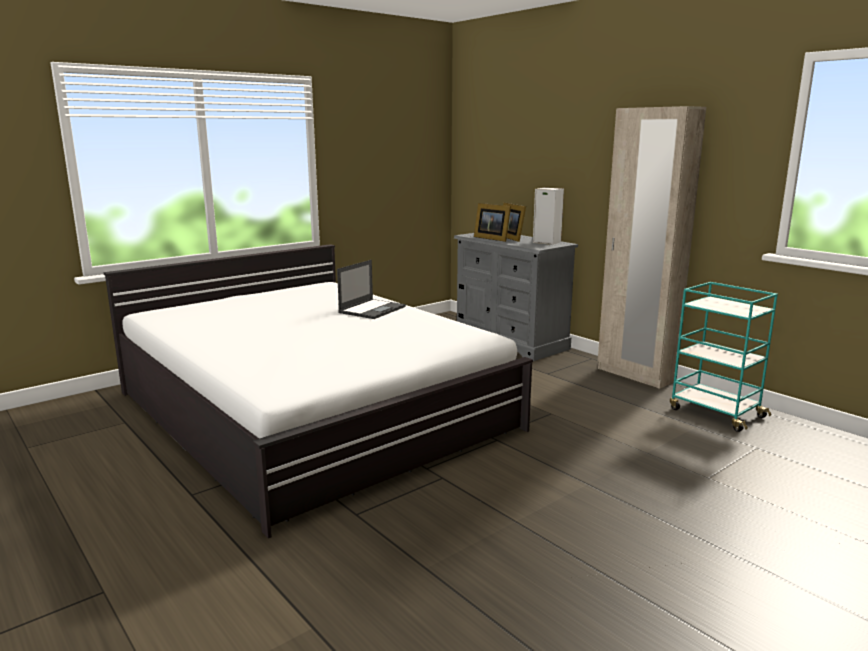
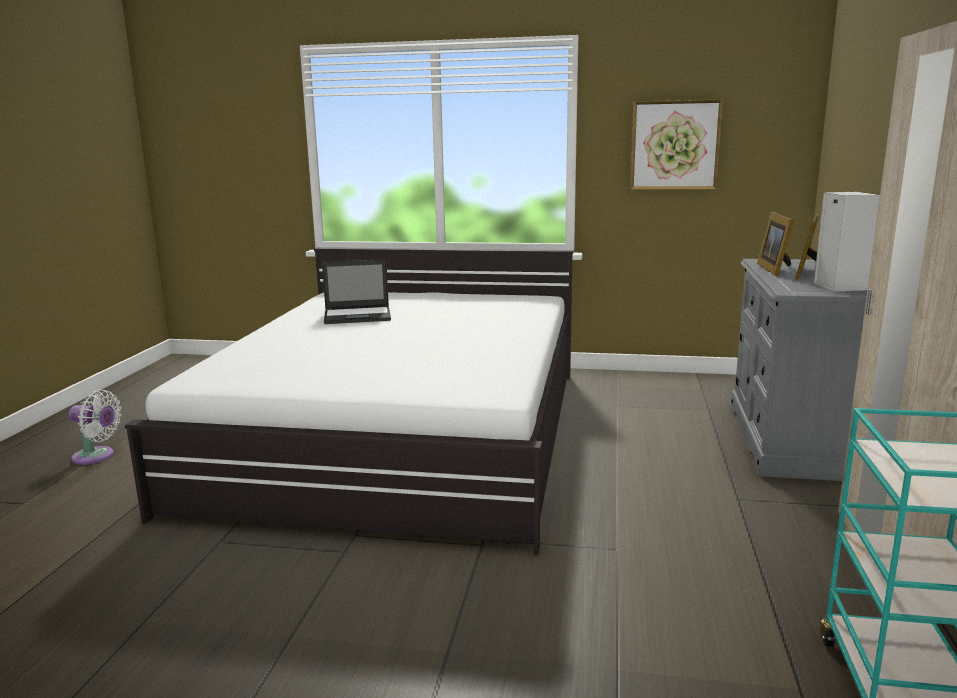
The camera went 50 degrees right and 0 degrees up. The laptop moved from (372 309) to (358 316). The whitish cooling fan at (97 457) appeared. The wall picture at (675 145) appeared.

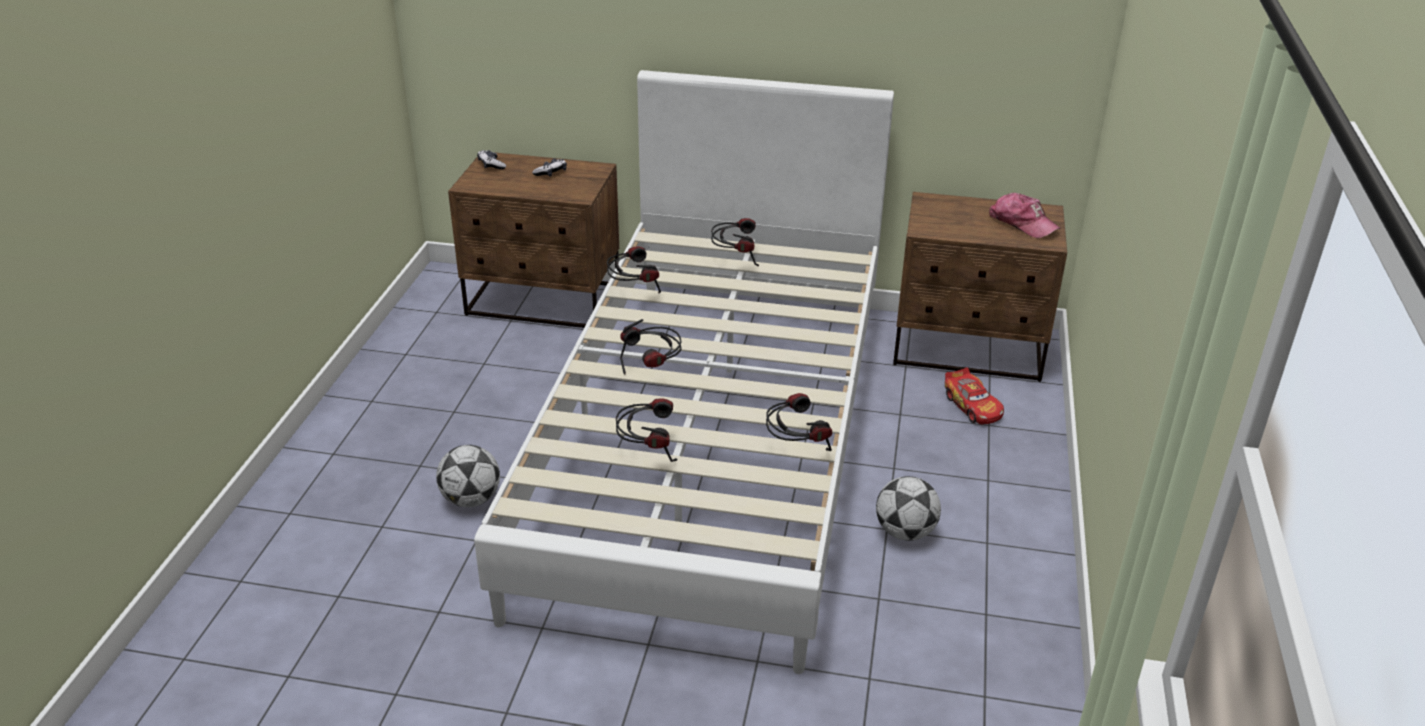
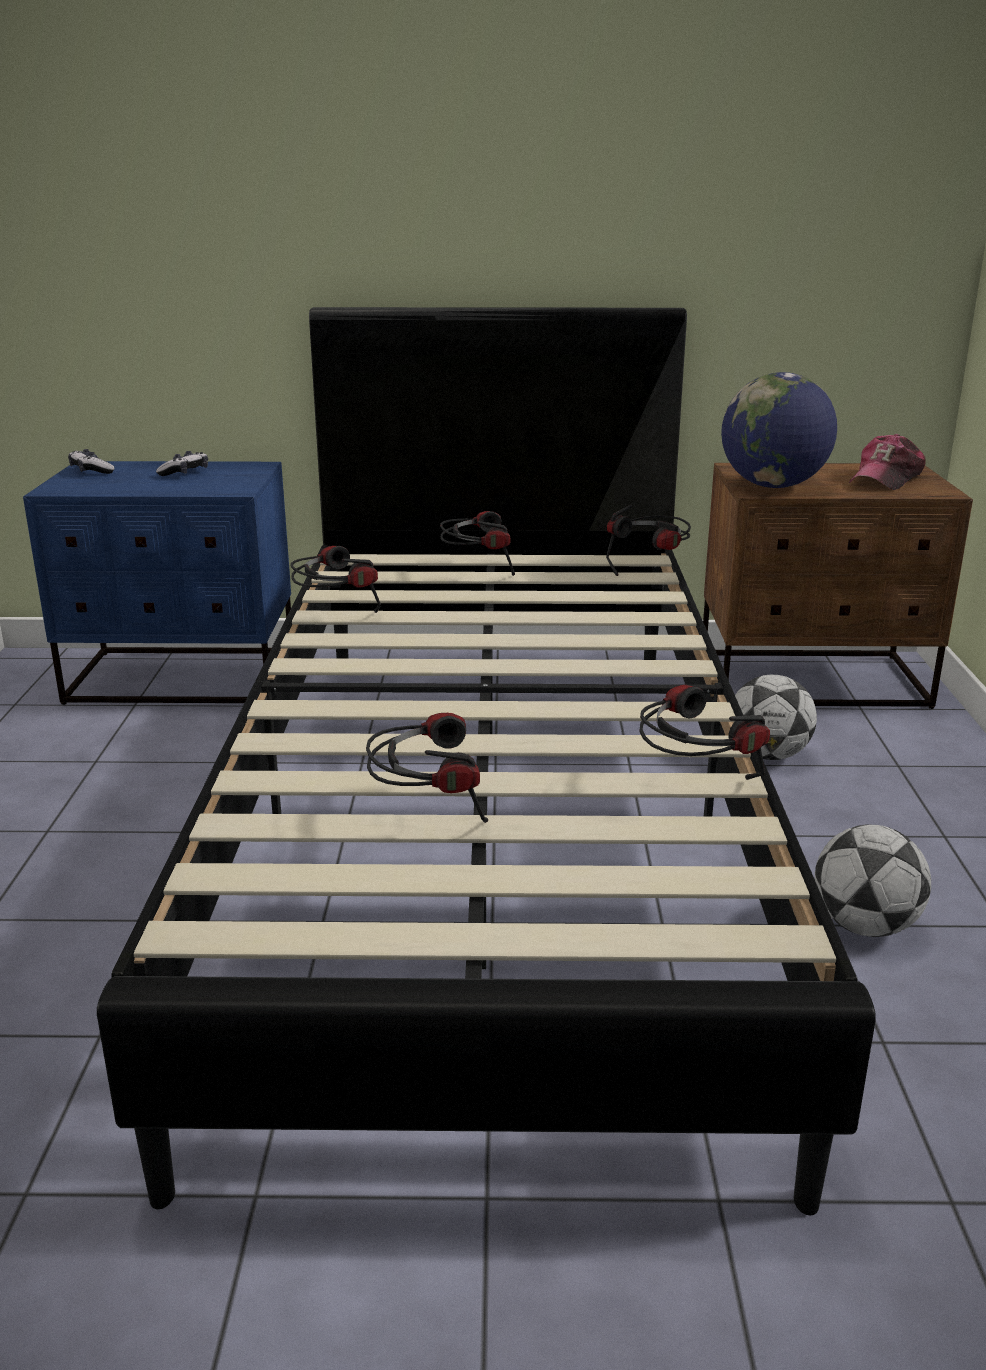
The camera went 10 degrees left and 10 degrees down. The ball for football moved from (471 499) to (768 755). The brown-coloured bedside table at (544 302) became the bluish bedside table at (184 679). The whitish bed at (711 443) became the black-coloured bed at (493 832). The headset moved from (653 372) to (651 572). The toy car at (972 406) disappeared. The peaked cap at (1022 223) turned 90 degrees clockwise. The world globe at (773 486) appeared.

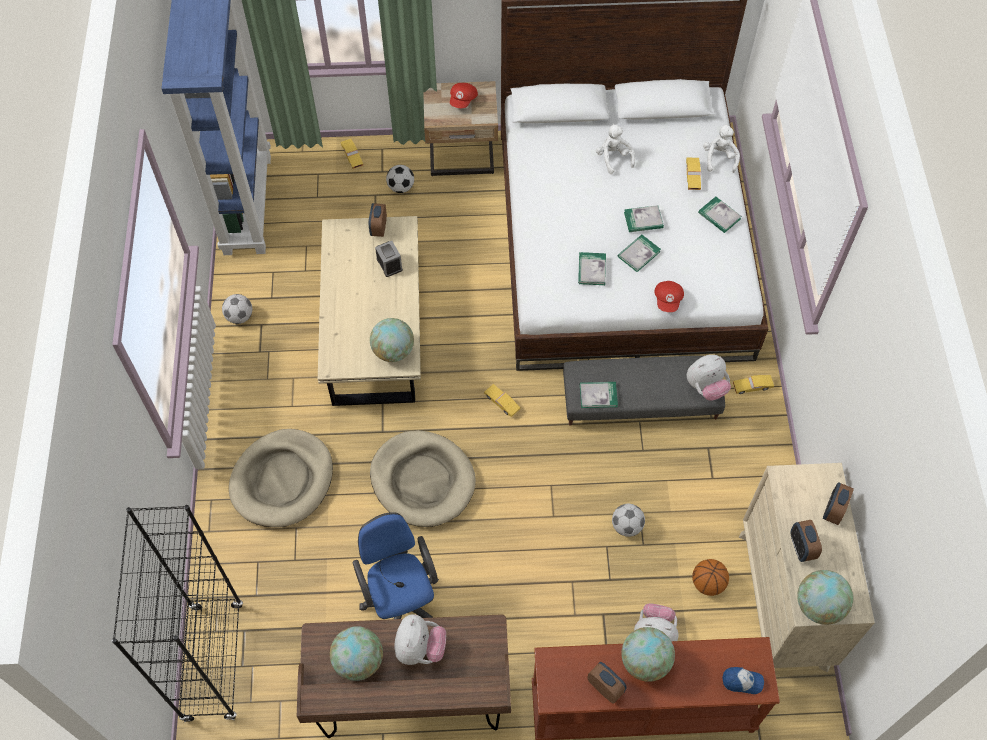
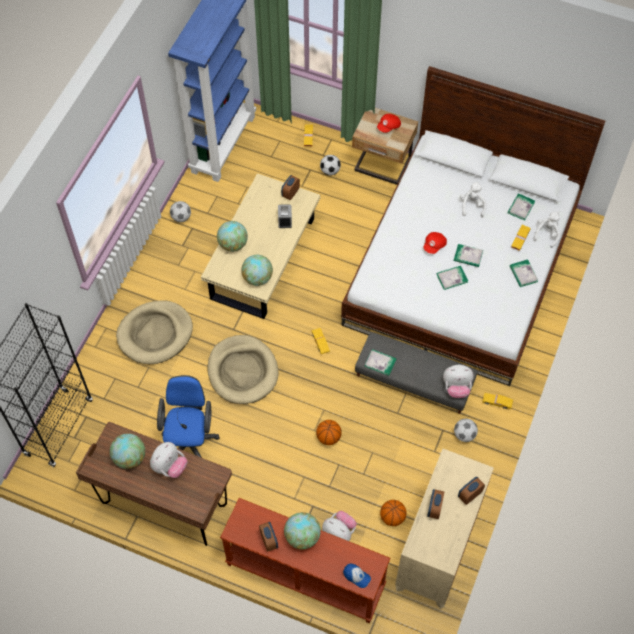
The camera went 25 degrees right and 0 degrees up. The bound book moved from (592 270) to (521 207). The ball for football moved from (626 526) to (464 435). The red peaked cap moved from (668 300) to (434 246). The world globe moved from (818 606) to (233 244). The ball for basketball at (328 437) appeared.

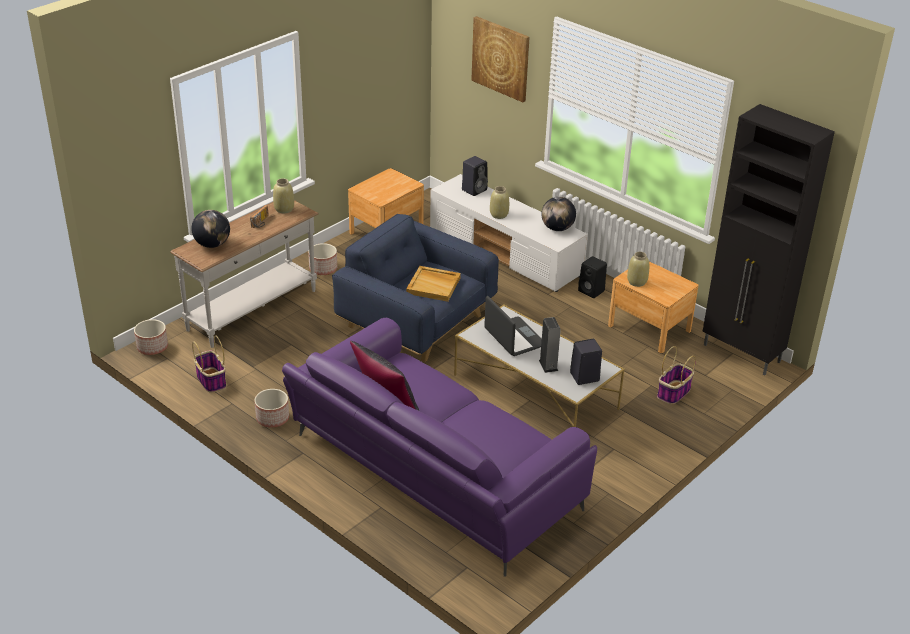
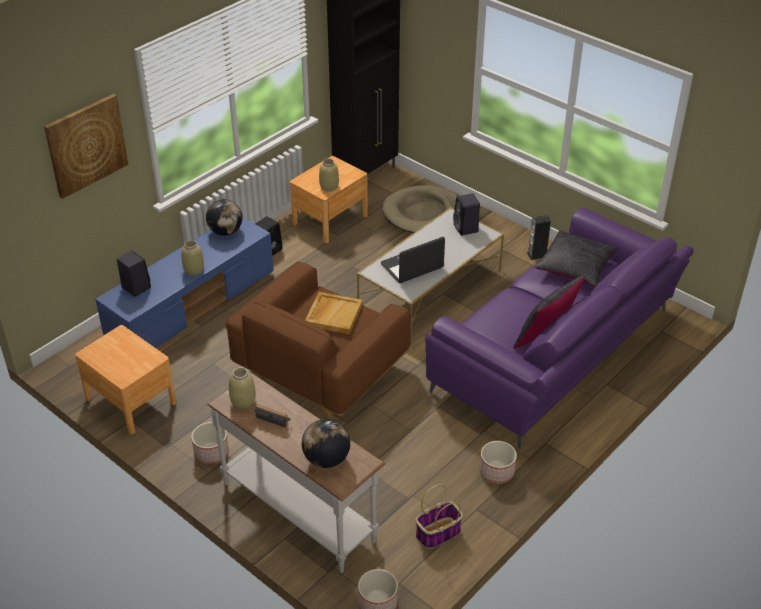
The camera went 90 degrees left and 5 degrees up. The bluish lounge chair at (415 321) became the brown-coloured lounge chair at (321 370). The whitish tv stand at (506 252) became the bluish tv stand at (192 305). The speaker moved from (548 365) to (537 255). The household basket at (673 393) was replaced by the beige-coloured dog cushion at (423 213). The black-coloured cushion at (575 267) appeared.

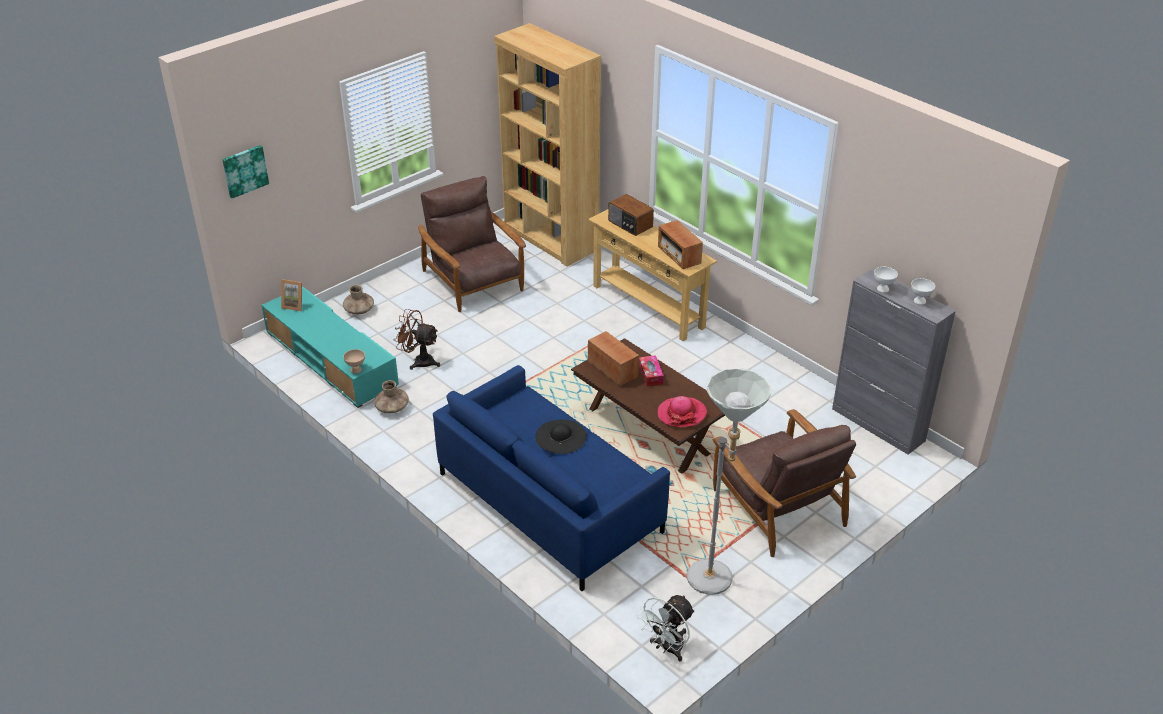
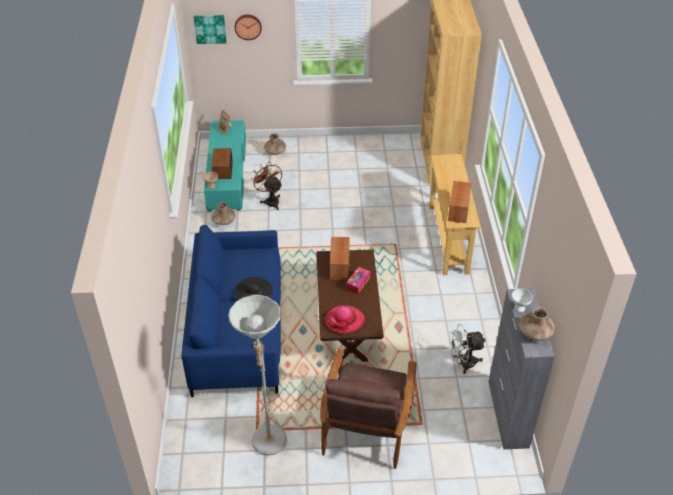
The camera went 40 degrees right and 5 degrees up. The brown-coloured lounge chair at (473 282) disappeared. The radio moved from (630 224) to (222 170). The whitish cooling fan moved from (667 649) to (463 363). The whitish deep dish at (919 301) was replaced by the brown-coloured vase at (535 332). The wall clock at (248 26) appeared.

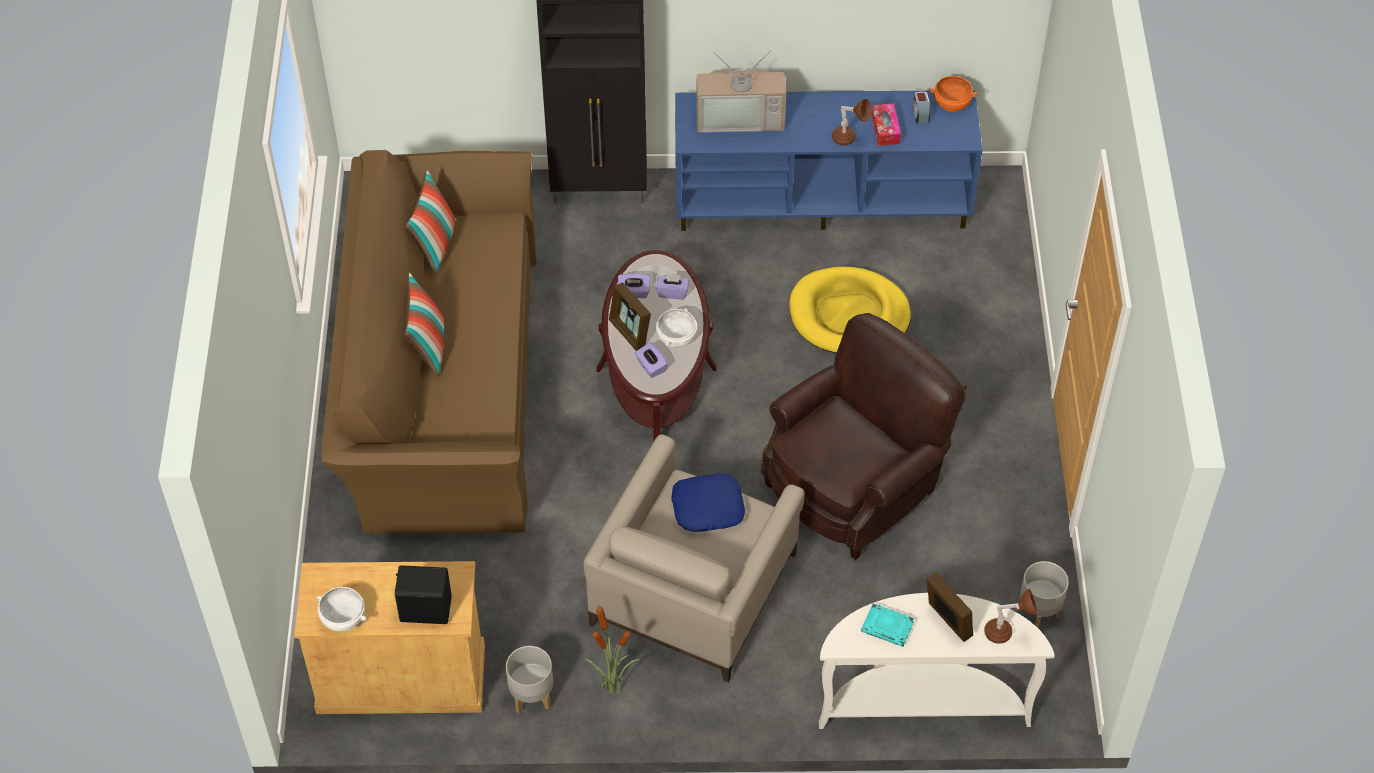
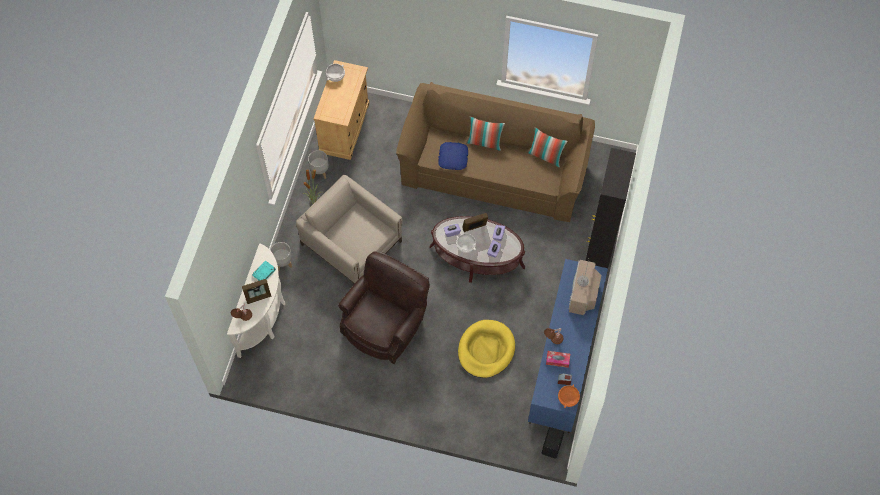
The camera went 105 degrees right and 10 degrees up. The black-coloured speaker moved from (425 608) to (552 446). The bluish cushion moved from (707 507) to (453 158). The brown-coloured lounge chair at (856 483) turned 120 degrees counterclockwise. The greyish plant pot moved from (1039 612) to (283 263).

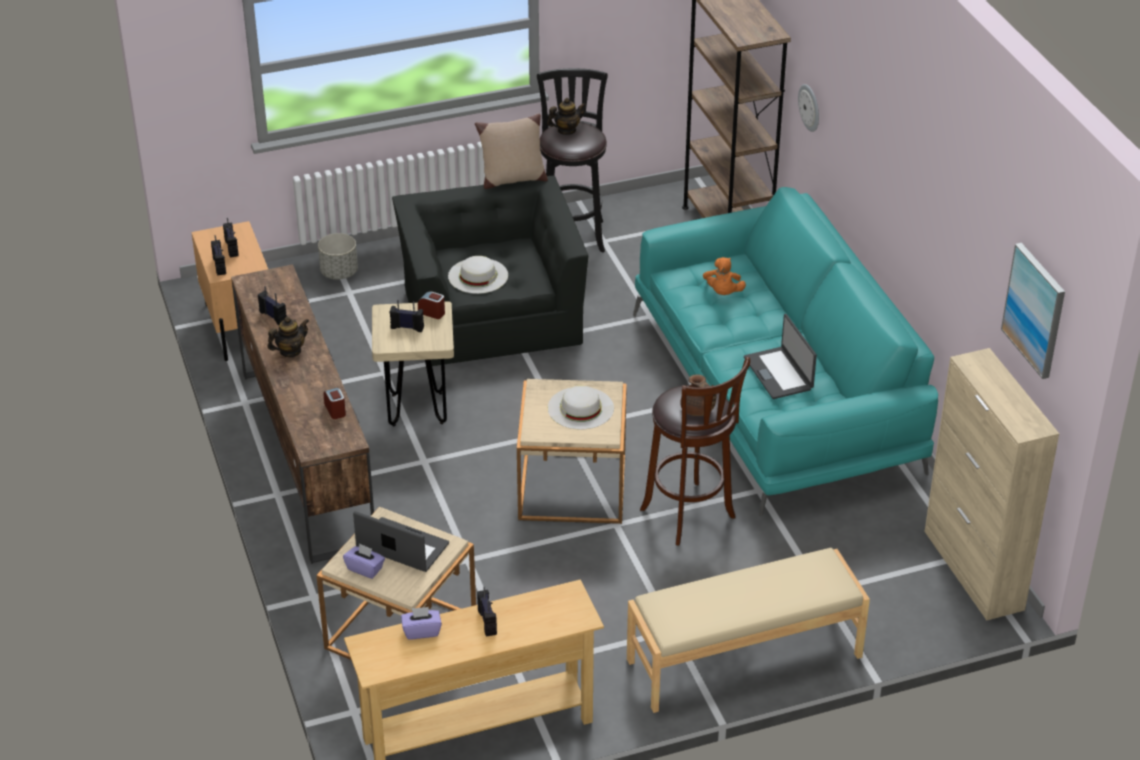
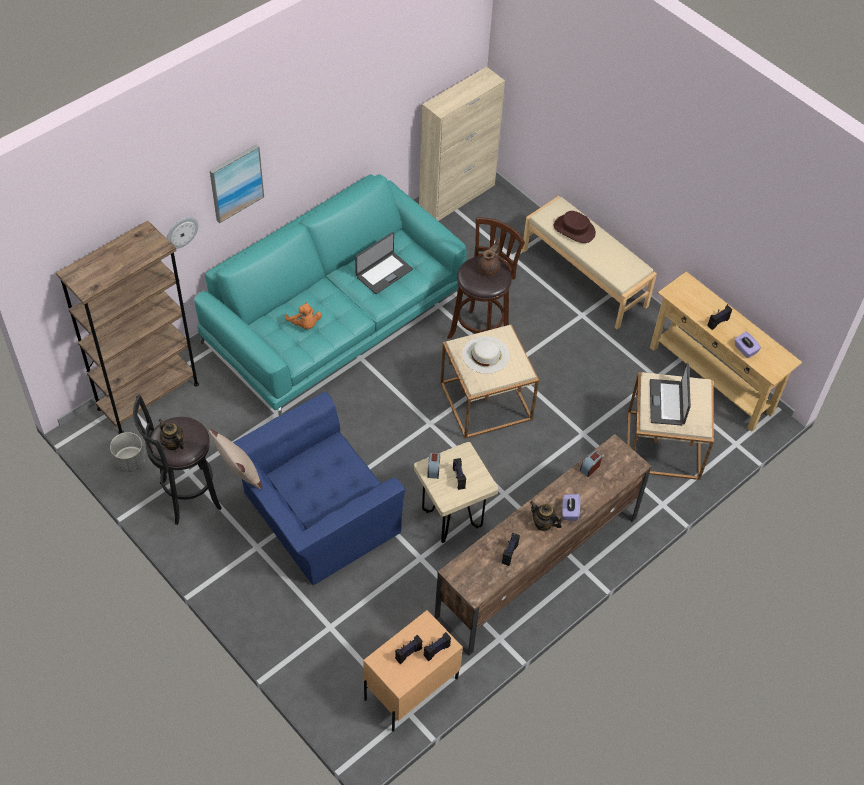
The camera went 115 degrees left and 15 degrees up. The greyish plant pot moved from (339 272) to (130 462). The purple-coloured tissue holder moved from (365 569) to (569 511). The black-coloured lounge chair at (491 312) became the bluish lounge chair at (315 516). The whitish clothing hat at (478 276) disappeared. The orange cuddly toy at (723 292) turned 75 degrees clockwise. The wall picture moved from (1035 310) to (236 182). The brown-coloured clothing hat at (574 229) appeared.

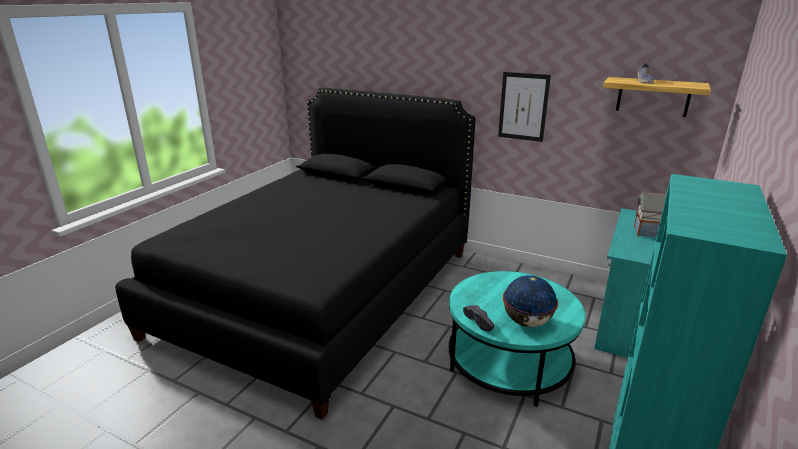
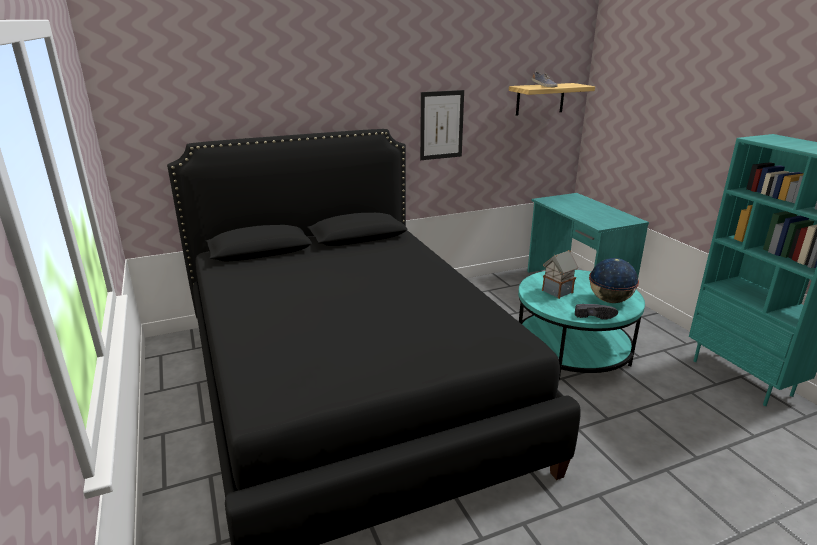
The camera went 50 degrees left and 0 degrees up. The model house moved from (645 232) to (557 292).

